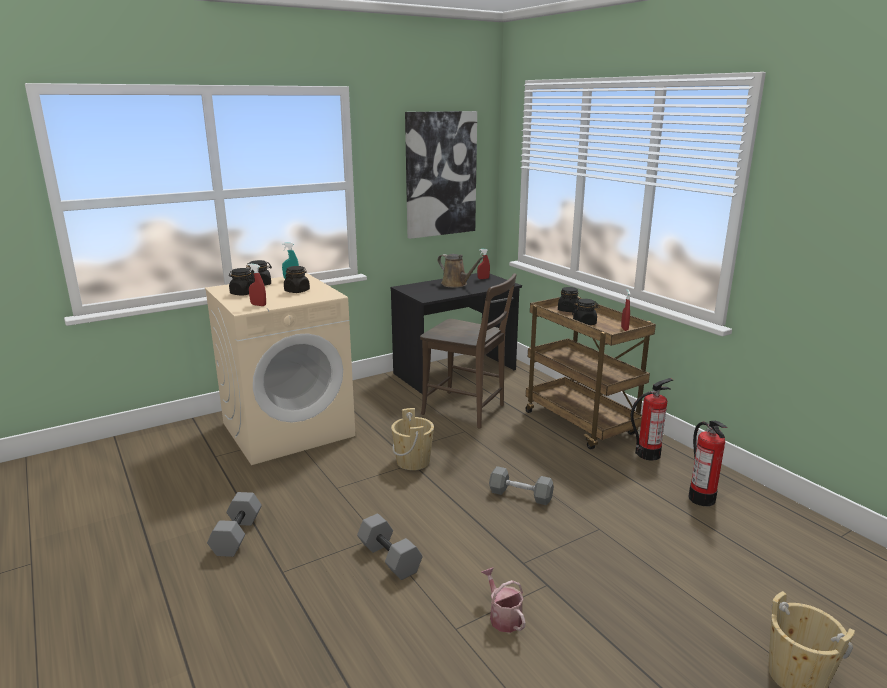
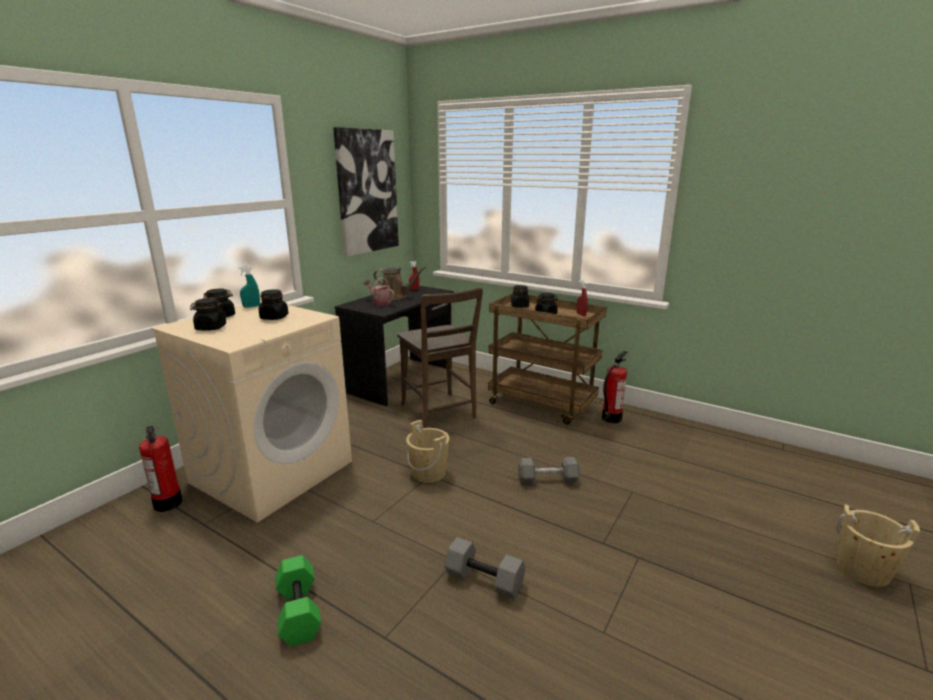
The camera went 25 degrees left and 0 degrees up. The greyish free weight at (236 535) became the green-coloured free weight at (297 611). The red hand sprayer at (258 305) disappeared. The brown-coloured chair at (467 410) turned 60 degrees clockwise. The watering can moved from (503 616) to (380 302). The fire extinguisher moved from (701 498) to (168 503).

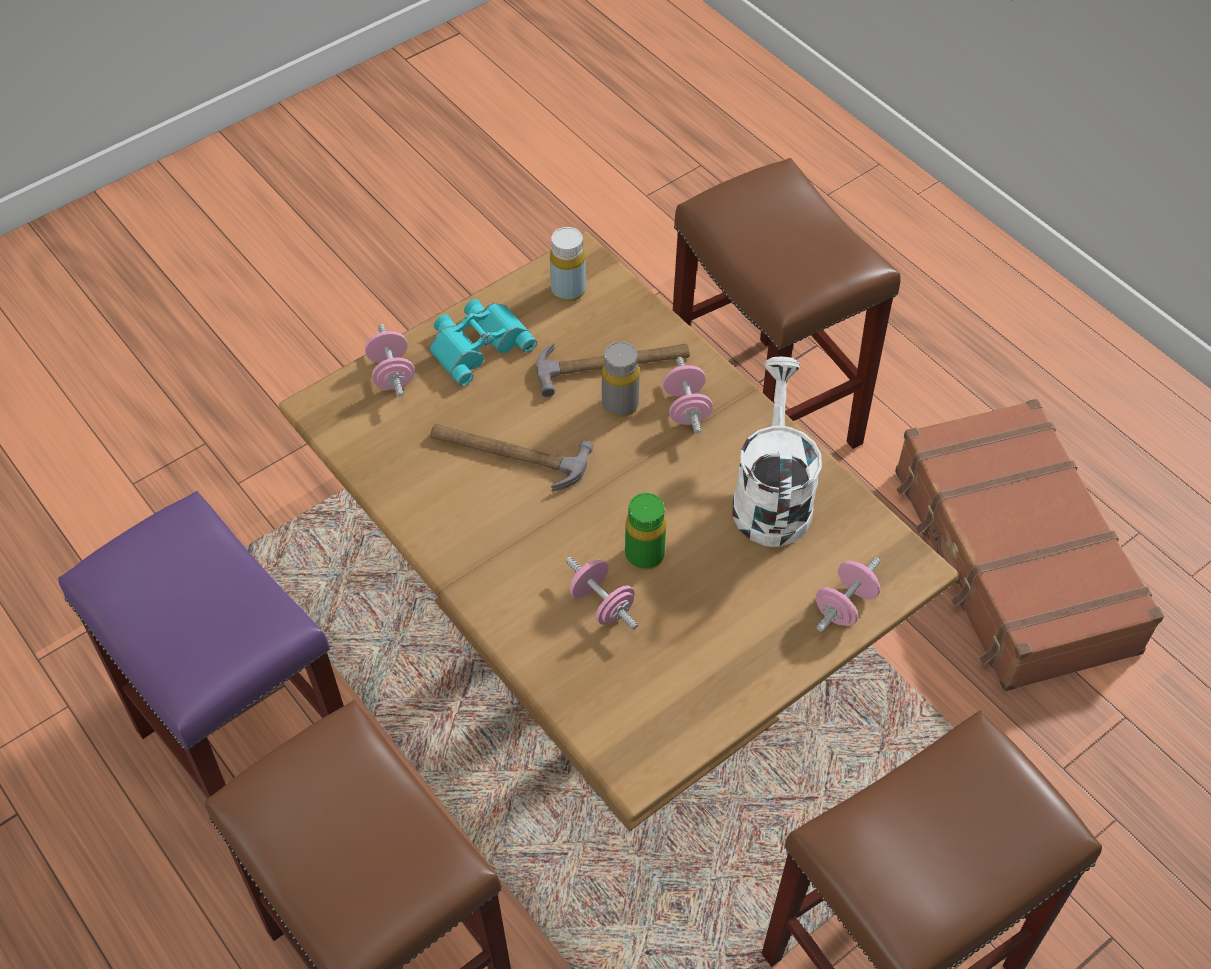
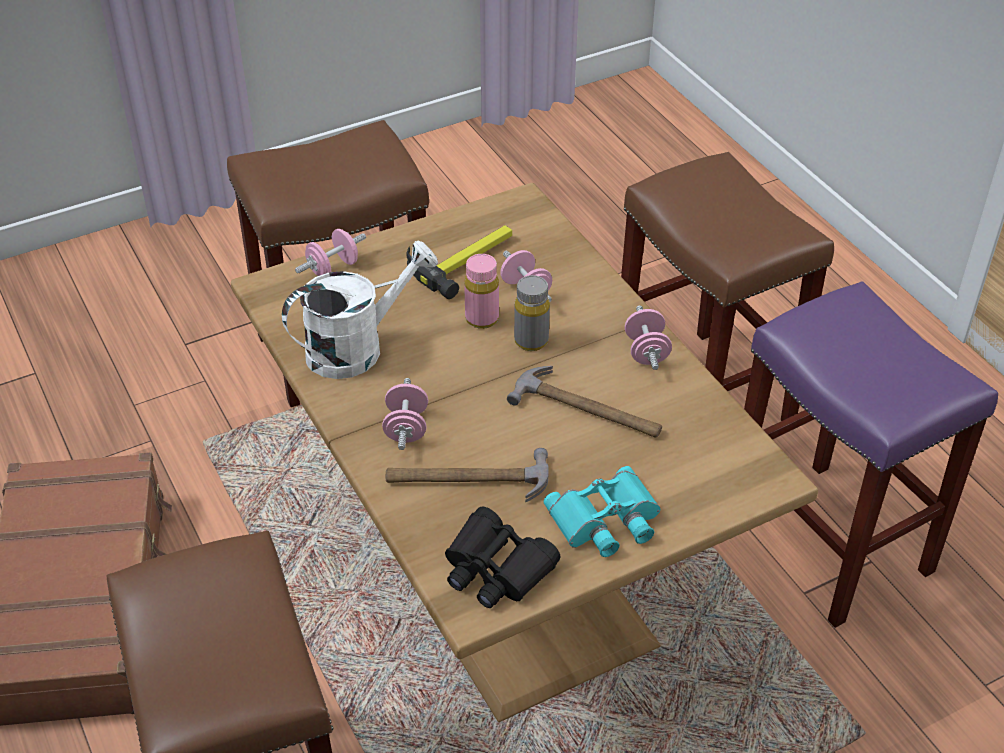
The camera went 170 degrees left and 10 degrees down. The pink-coloured free weight moved from (392 374) to (646 352). The yellow bottle at (568 290) was replaced by the black-coloured field glasses at (496 569). The greyish bottle moved from (620 405) to (531 341). The green-coloured bottle at (644 555) became the pink-coloured bottle at (482 319). The whitish watering can at (771 496) turned 135 degrees counterclockwise. The tool hammer at (463 259) appeared.

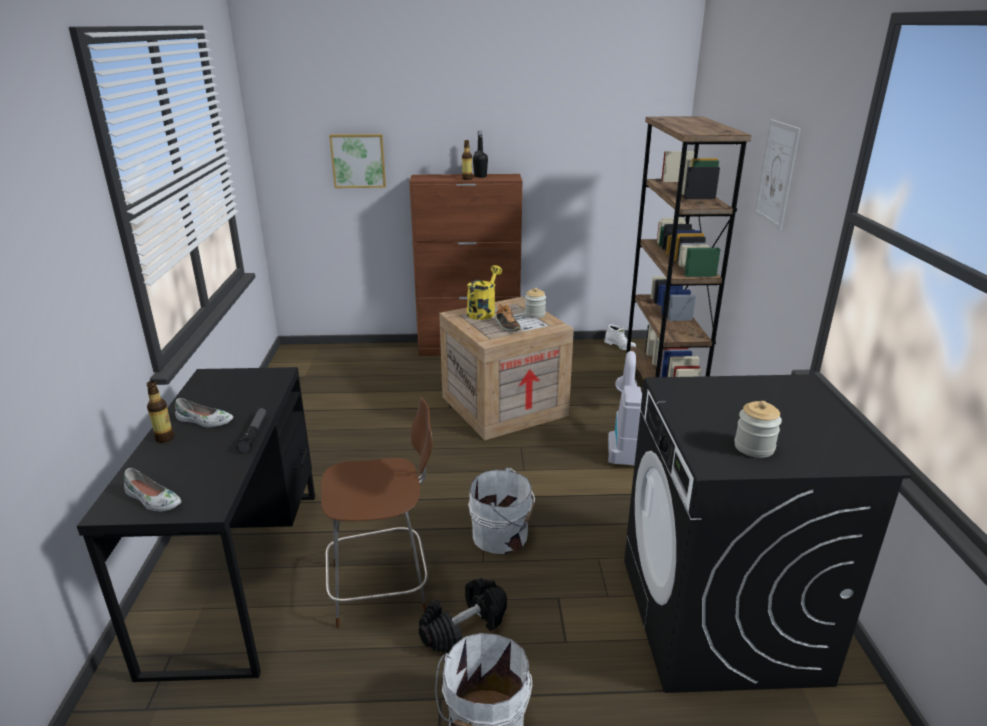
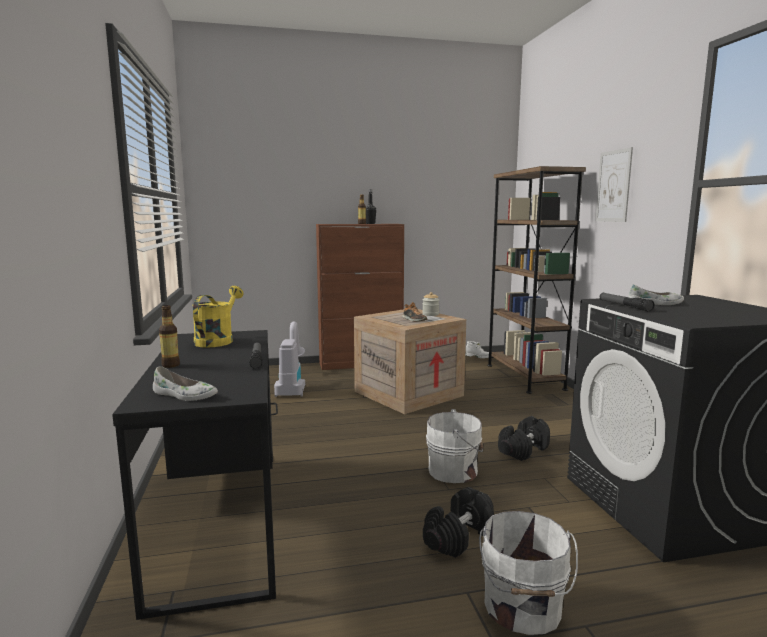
The camera went 10 degrees left and 15 degrees down. The whitish item of footwear moved from (204 421) to (655 303). The brown-coloured chair at (383 587) disappeared. The wall picture at (358 160) disappeared. The yellow watering can moved from (483 311) to (217 340). The hoover moved from (624 442) to (292 387). The storage jar at (754 447) disappeared. The black-coloured free weight at (523 450) appeared. The hand torch at (624 306) appeared.

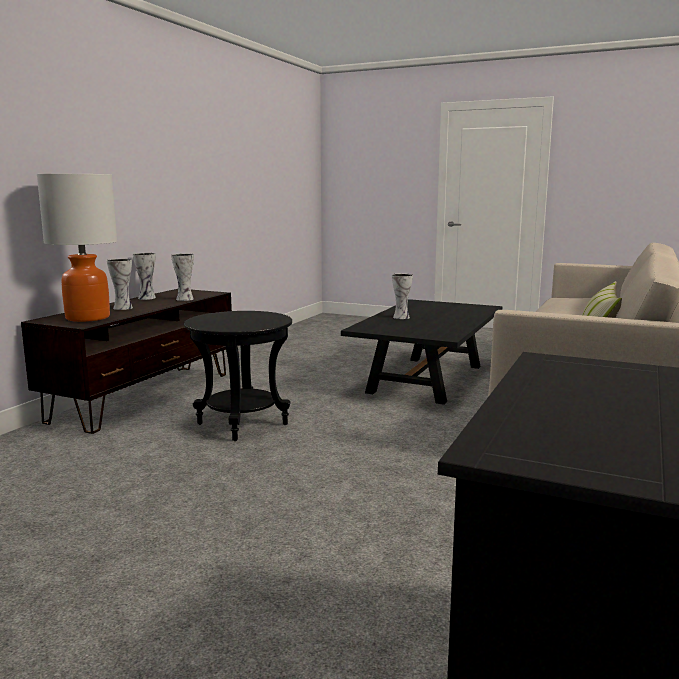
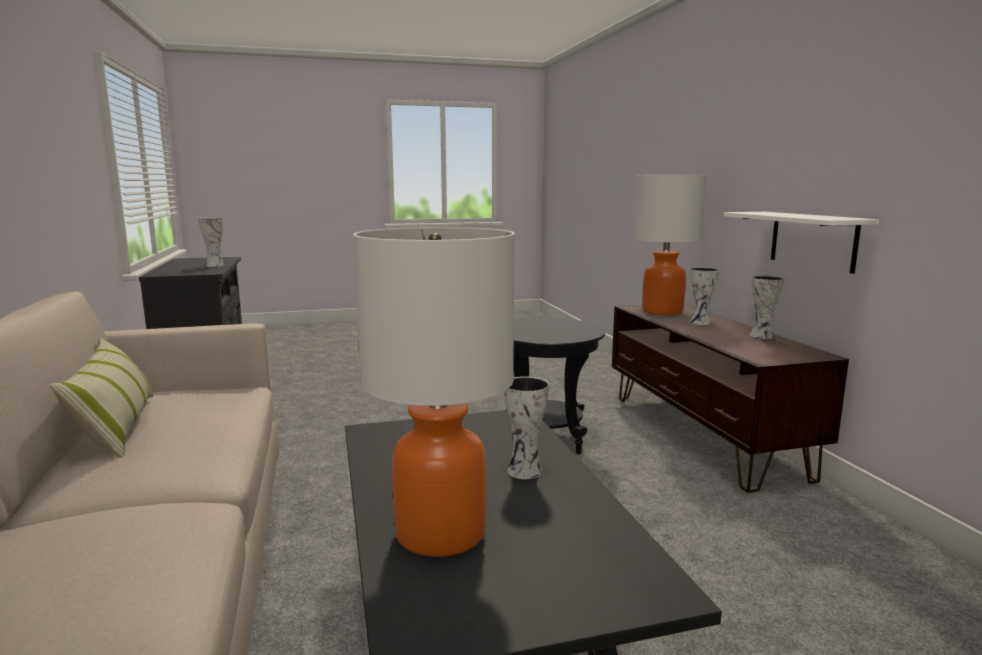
The camera went 140 degrees right and 0 degrees up. The vase moved from (185 299) to (214 265). The tabletop lamp at (440 533) appeared. The whitish shelf at (812 240) appeared.

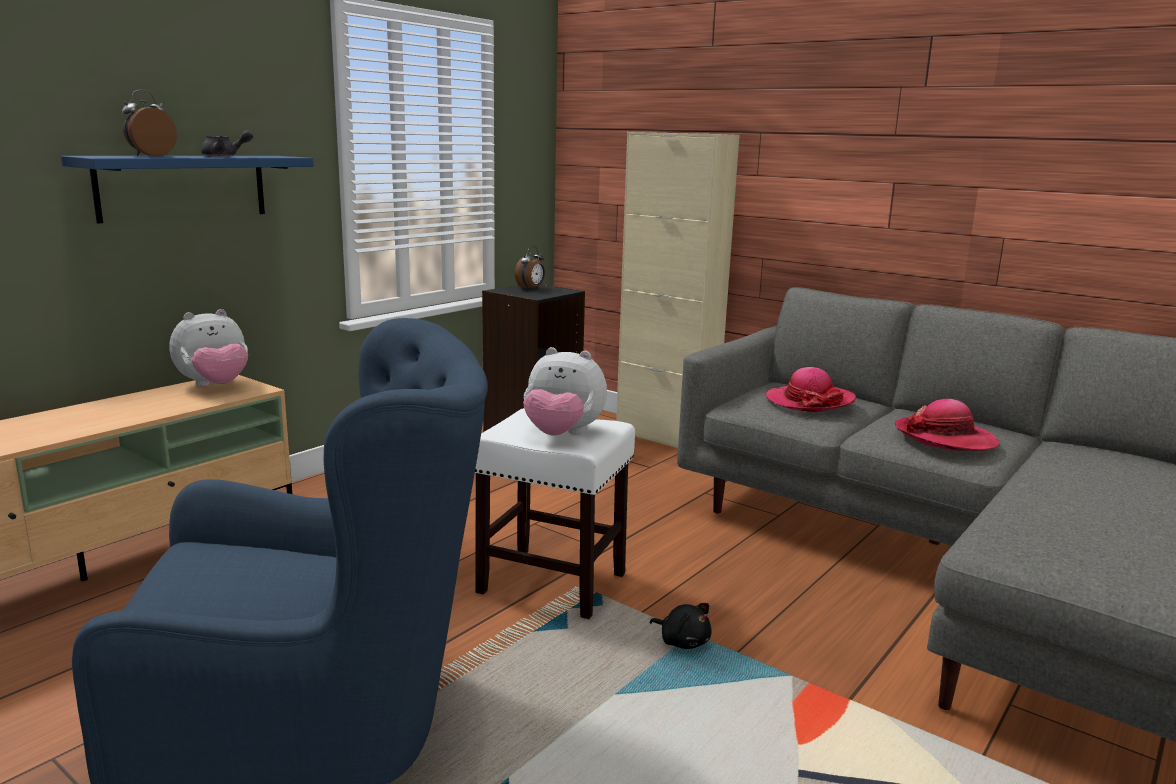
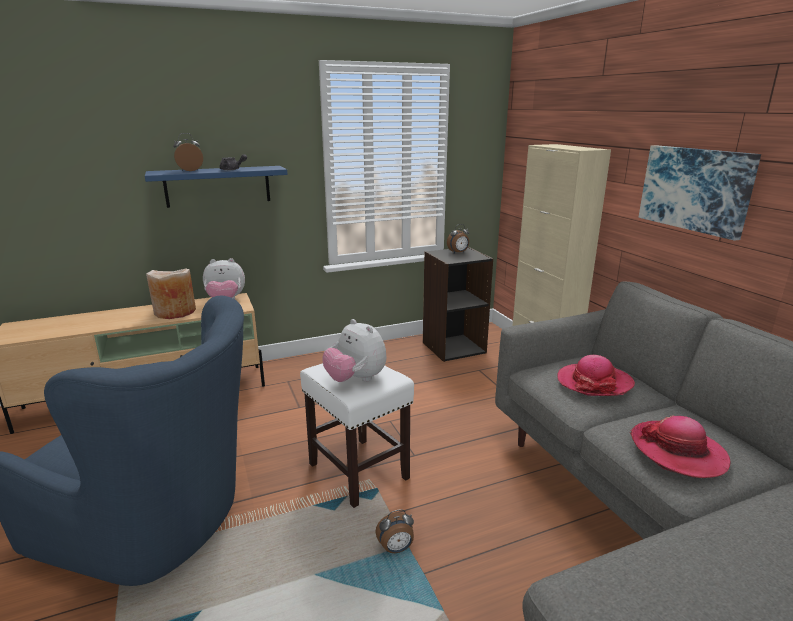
The camera went 30 degrees right and 5 degrees up. The black-coloured cuddly toy at (682 641) was replaced by the table clock at (396 549). The beige-coloured vase at (175 312) appeared. The wall picture at (695 189) appeared.

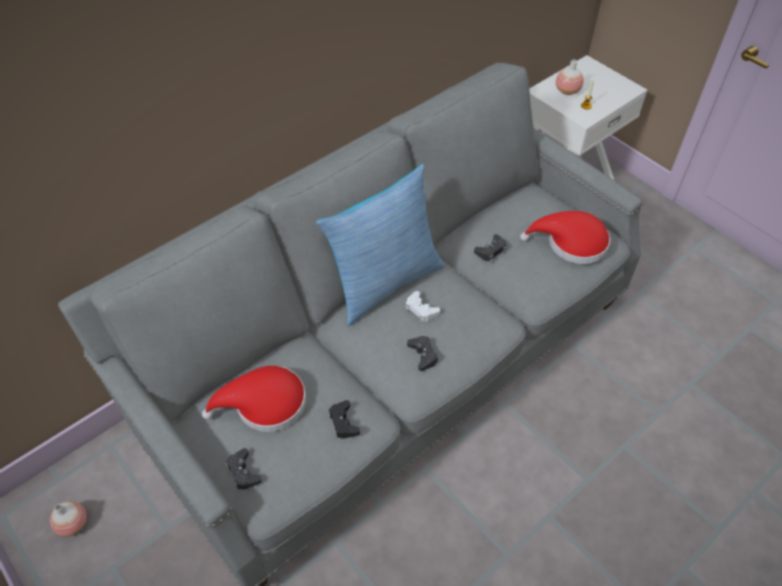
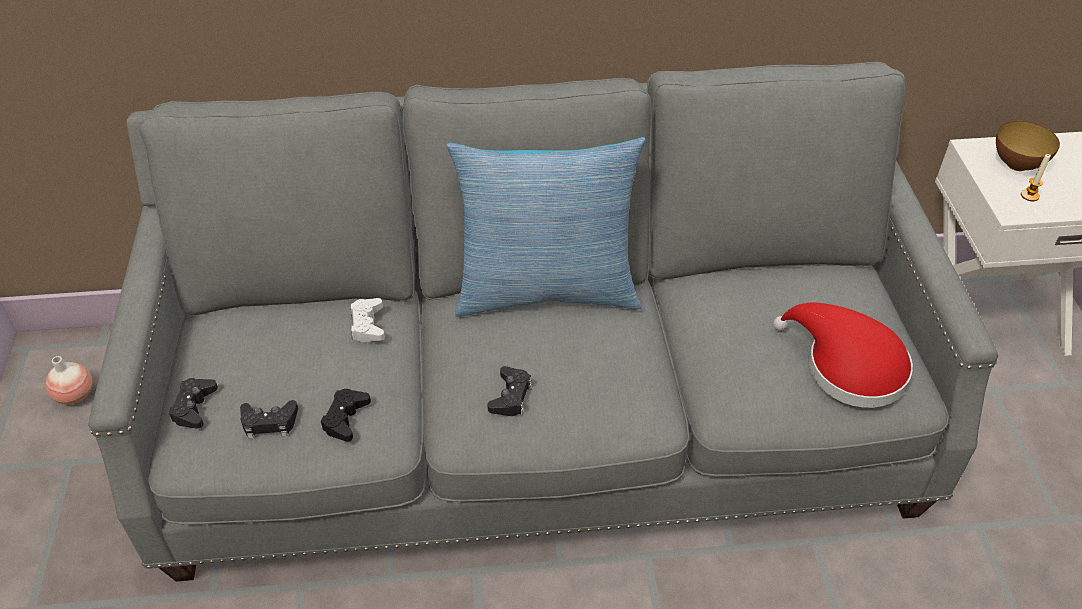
The camera went 35 degrees right and 5 degrees down. The red clothing hat at (264 404) disappeared. The whitish gamepad moved from (421 310) to (367 325). The black-coloured gamepad moved from (491 251) to (269 422). The vase at (567 91) was replaced by the deep dish at (1017 164).

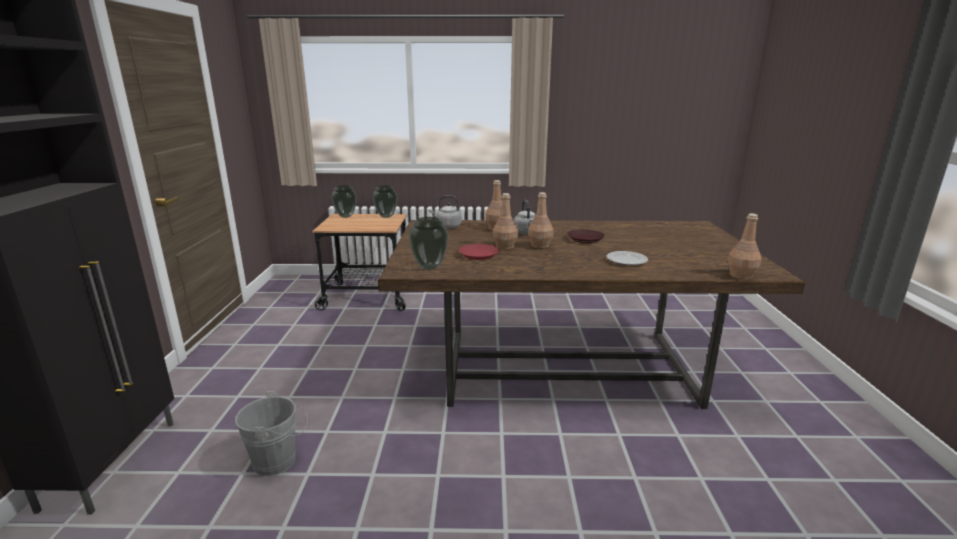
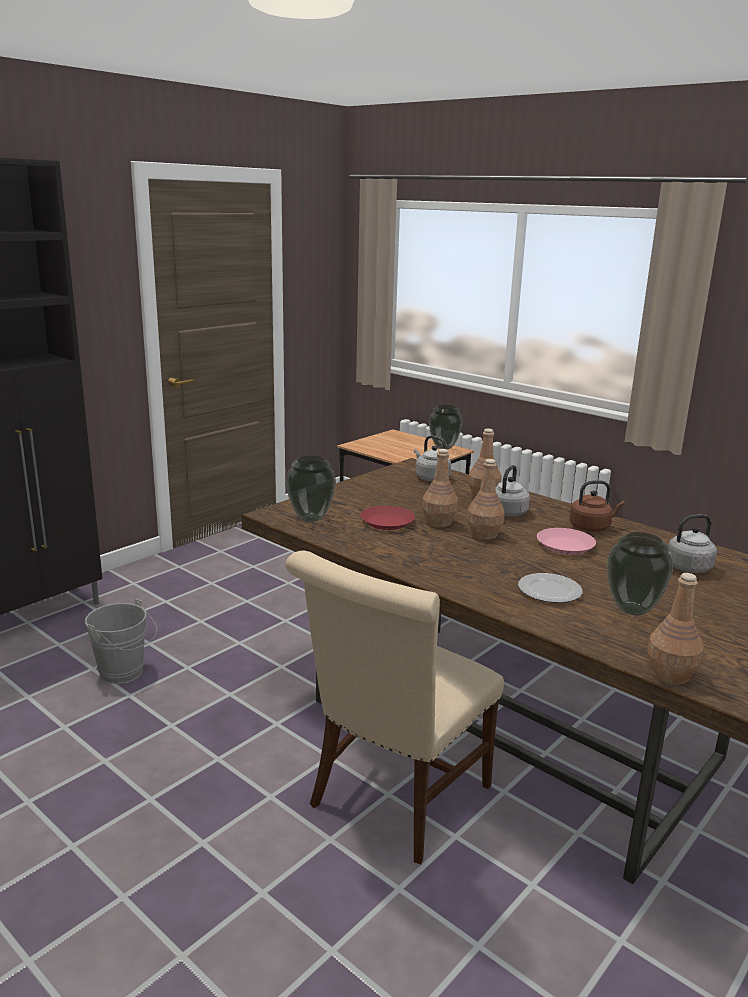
The camera went 40 degrees right and 0 degrees up. The vase moved from (345 216) to (632 609). The brown-coloured flat dish at (585 239) became the pink-coloured flat dish at (565 546). The beige-coloured chair at (394 801) appeared. The brown-coloured tea kettle at (591 527) appeared. The greyish tea kettle at (686 567) appeared.

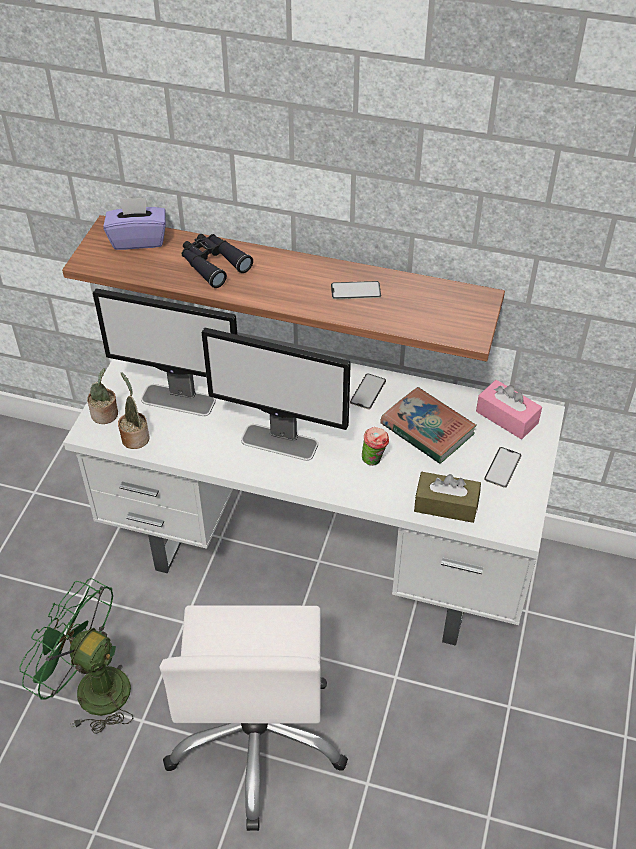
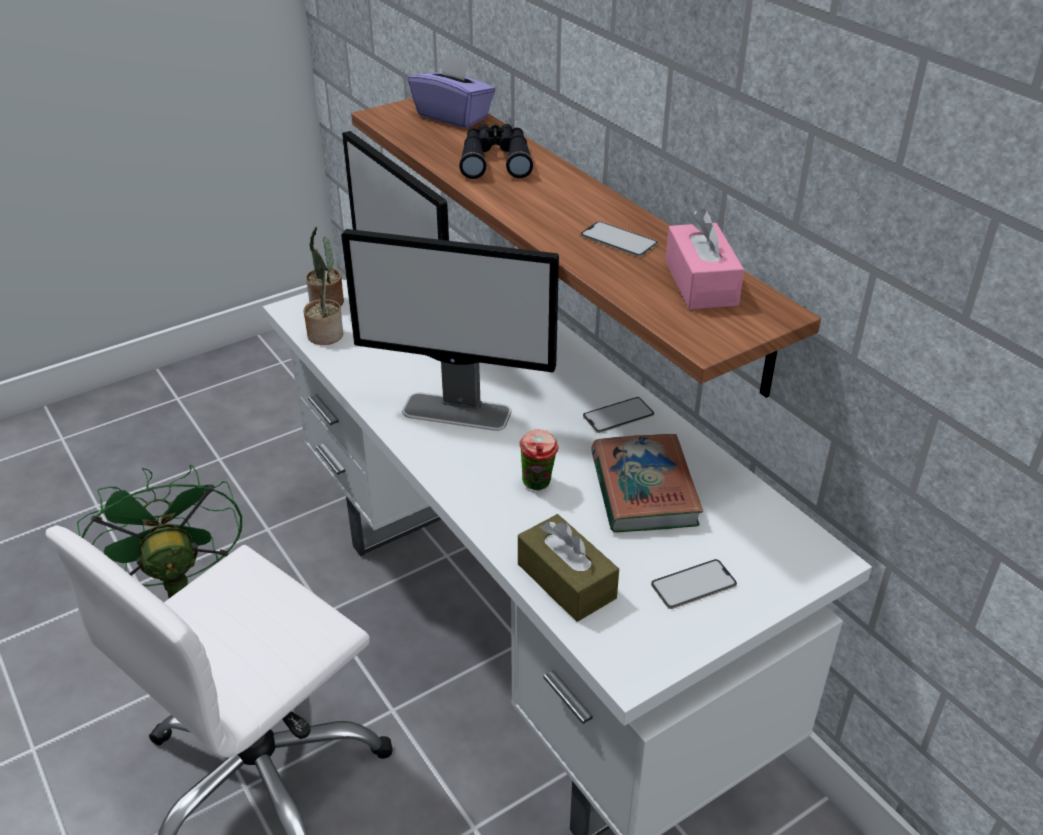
The camera went 40 degrees right and 10 degrees down. The monitor at (280 442) turned 45 degrees counterclockwise. The pink-coloured tissue holder moved from (507 417) to (700 283).

